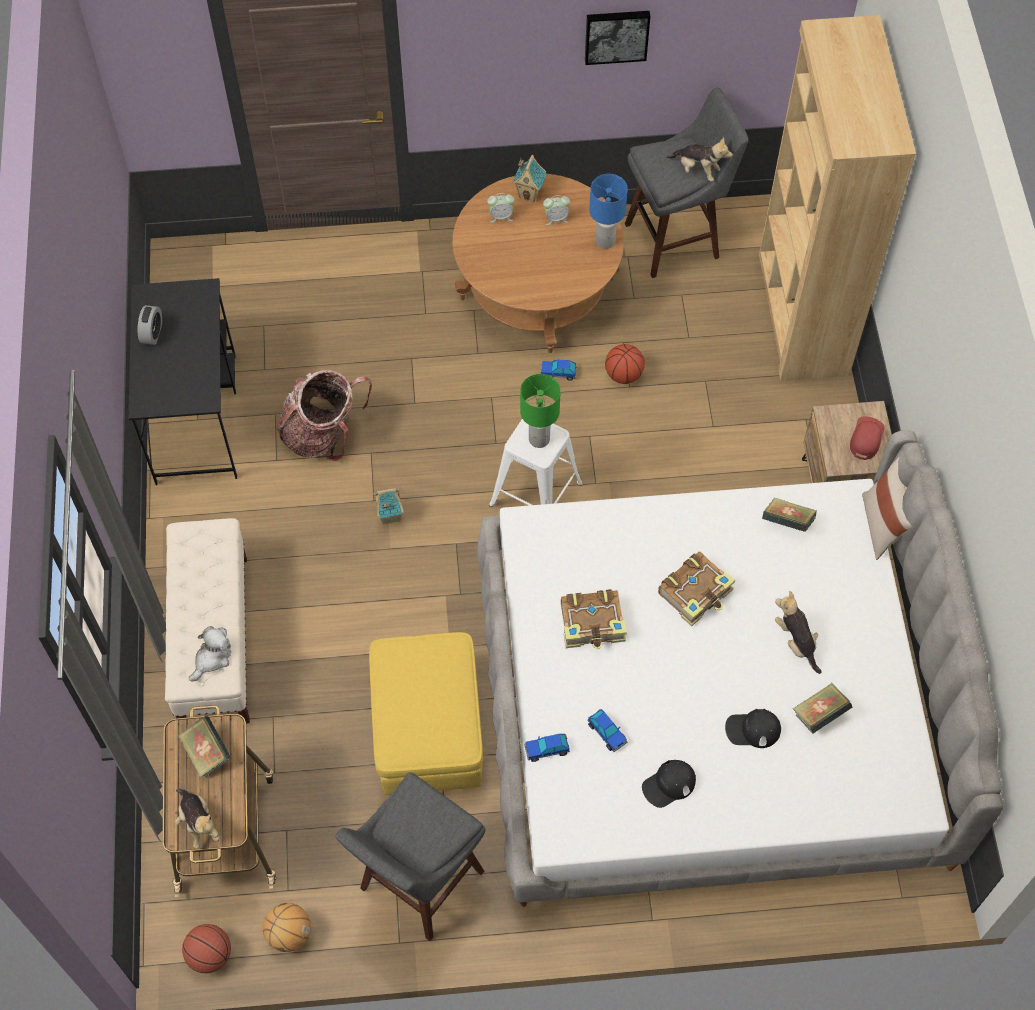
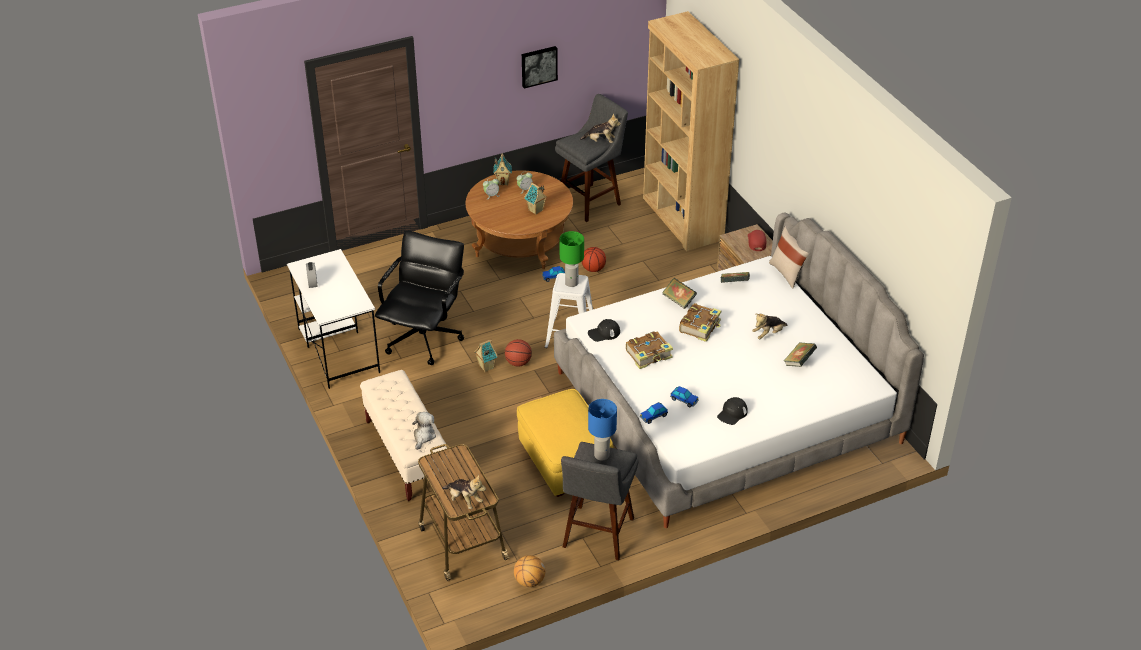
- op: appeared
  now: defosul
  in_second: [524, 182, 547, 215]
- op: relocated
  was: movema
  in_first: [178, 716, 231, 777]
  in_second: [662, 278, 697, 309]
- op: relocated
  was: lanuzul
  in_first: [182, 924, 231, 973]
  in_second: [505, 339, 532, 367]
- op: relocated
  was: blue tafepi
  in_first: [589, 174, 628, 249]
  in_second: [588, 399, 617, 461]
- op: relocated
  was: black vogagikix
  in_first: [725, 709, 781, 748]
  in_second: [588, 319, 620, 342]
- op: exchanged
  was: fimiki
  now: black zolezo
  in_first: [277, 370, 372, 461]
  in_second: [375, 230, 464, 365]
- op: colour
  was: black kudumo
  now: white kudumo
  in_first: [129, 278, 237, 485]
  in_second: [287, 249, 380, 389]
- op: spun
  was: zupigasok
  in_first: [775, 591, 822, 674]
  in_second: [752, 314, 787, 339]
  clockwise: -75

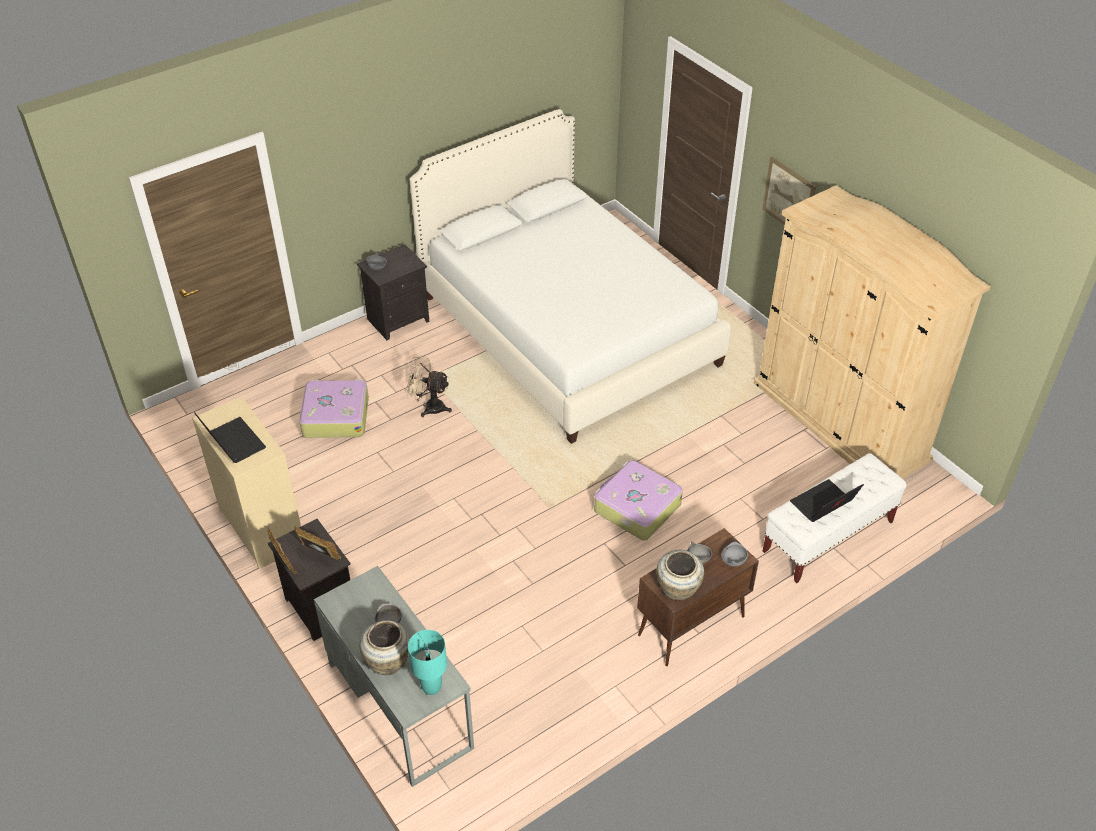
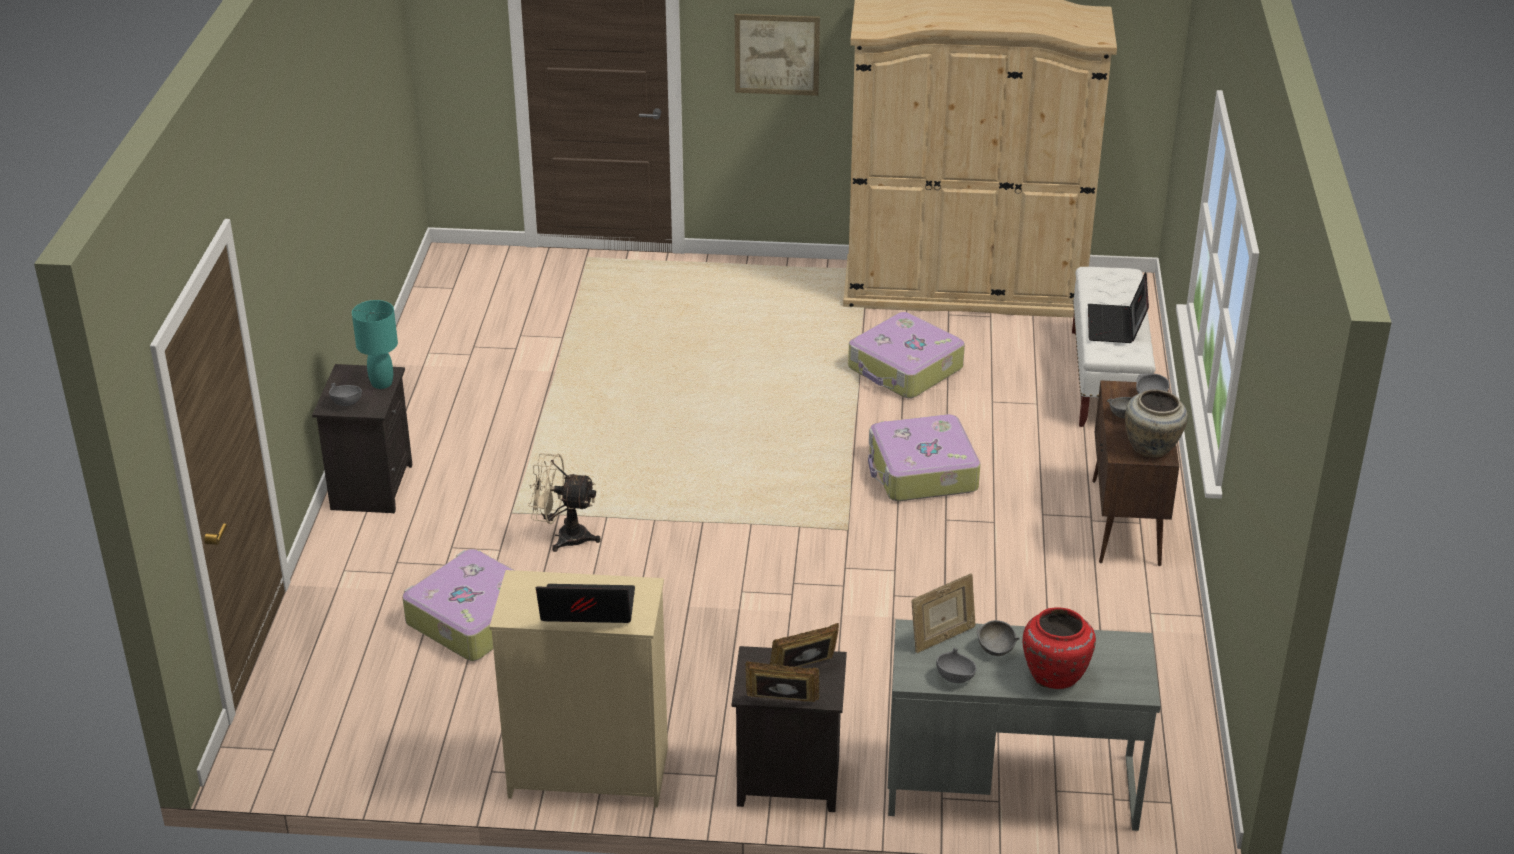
- op: missing
  was: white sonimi
  in_first: [410, 109, 731, 444]
- op: appeared
  now: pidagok
  in_second: [848, 312, 965, 398]
- op: appeared
  now: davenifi
  in_second: [911, 573, 976, 653]
- op: appeared
  now: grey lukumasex
  in_second: [936, 648, 977, 683]
- op: relocated
  was: turquoise tafepi
  in_first: [408, 630, 447, 695]
  in_second: [352, 300, 398, 389]
- op: colour
  was: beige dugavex
  now: red dugavex
  in_first: [360, 620, 410, 675]
  in_second: [1023, 607, 1096, 689]
- op: spun
  was: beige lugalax
  in_first: [405, 357, 452, 417]
  in_second: [528, 453, 601, 552]
  clockwise: 45

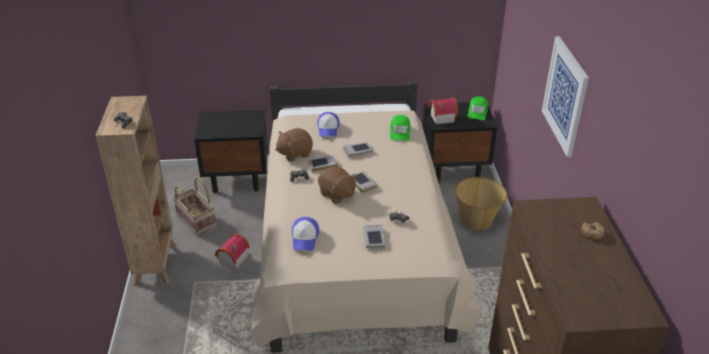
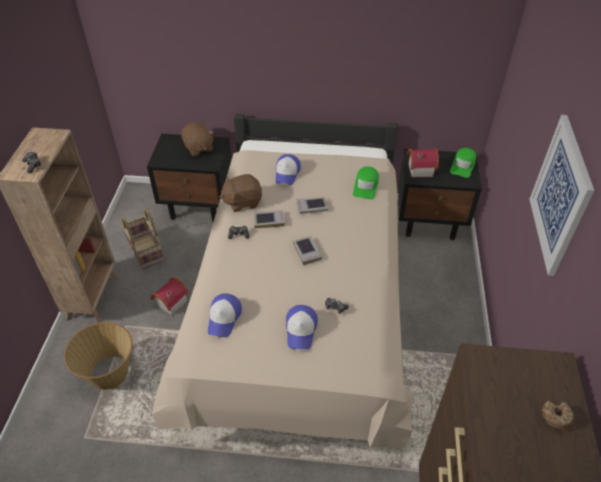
- op: relocated
  was: brown zupigasok
  in_first: [318, 166, 357, 204]
  in_second: [181, 122, 214, 156]
- op: relocated
  was: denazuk
  in_first: [455, 177, 507, 230]
  in_second: [64, 322, 133, 390]
- op: exchanged
  was: movema
  now: vogagikix
  in_first: [363, 224, 385, 249]
  in_second: [286, 305, 318, 350]

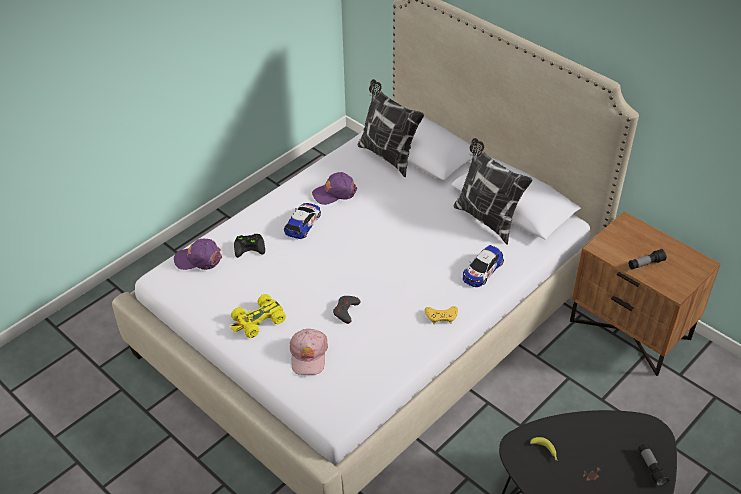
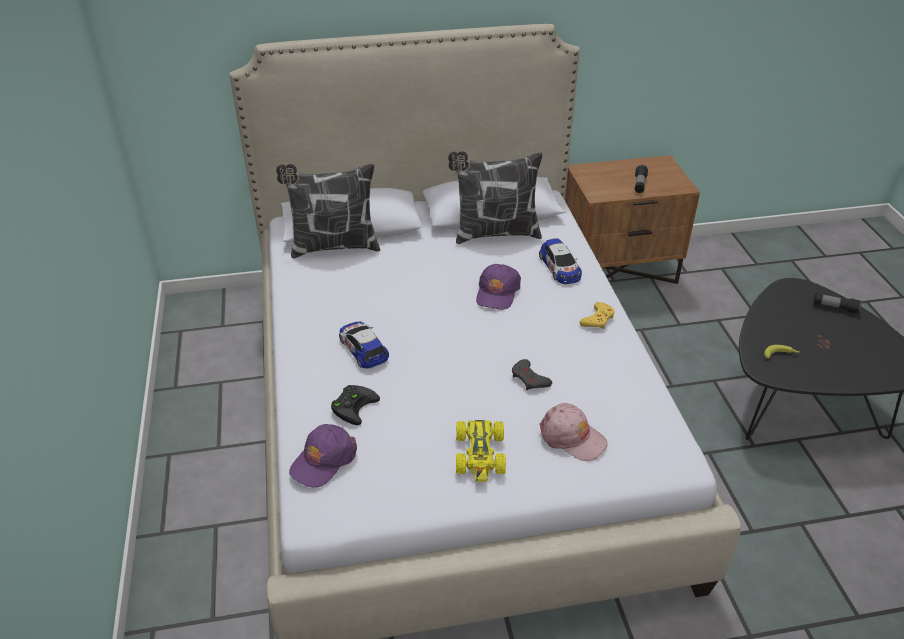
- op: relocated
  was: purple vogagikix
  in_first: [312, 172, 357, 205]
  in_second: [476, 264, 521, 310]

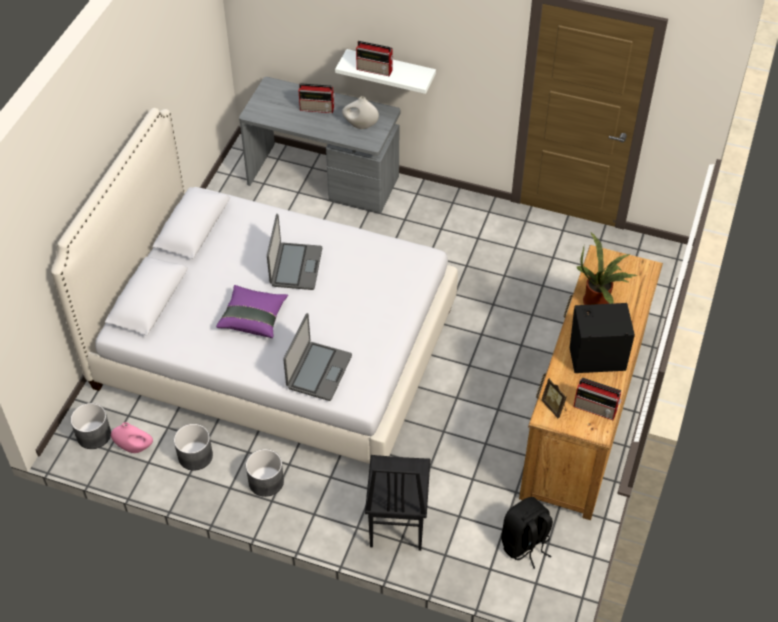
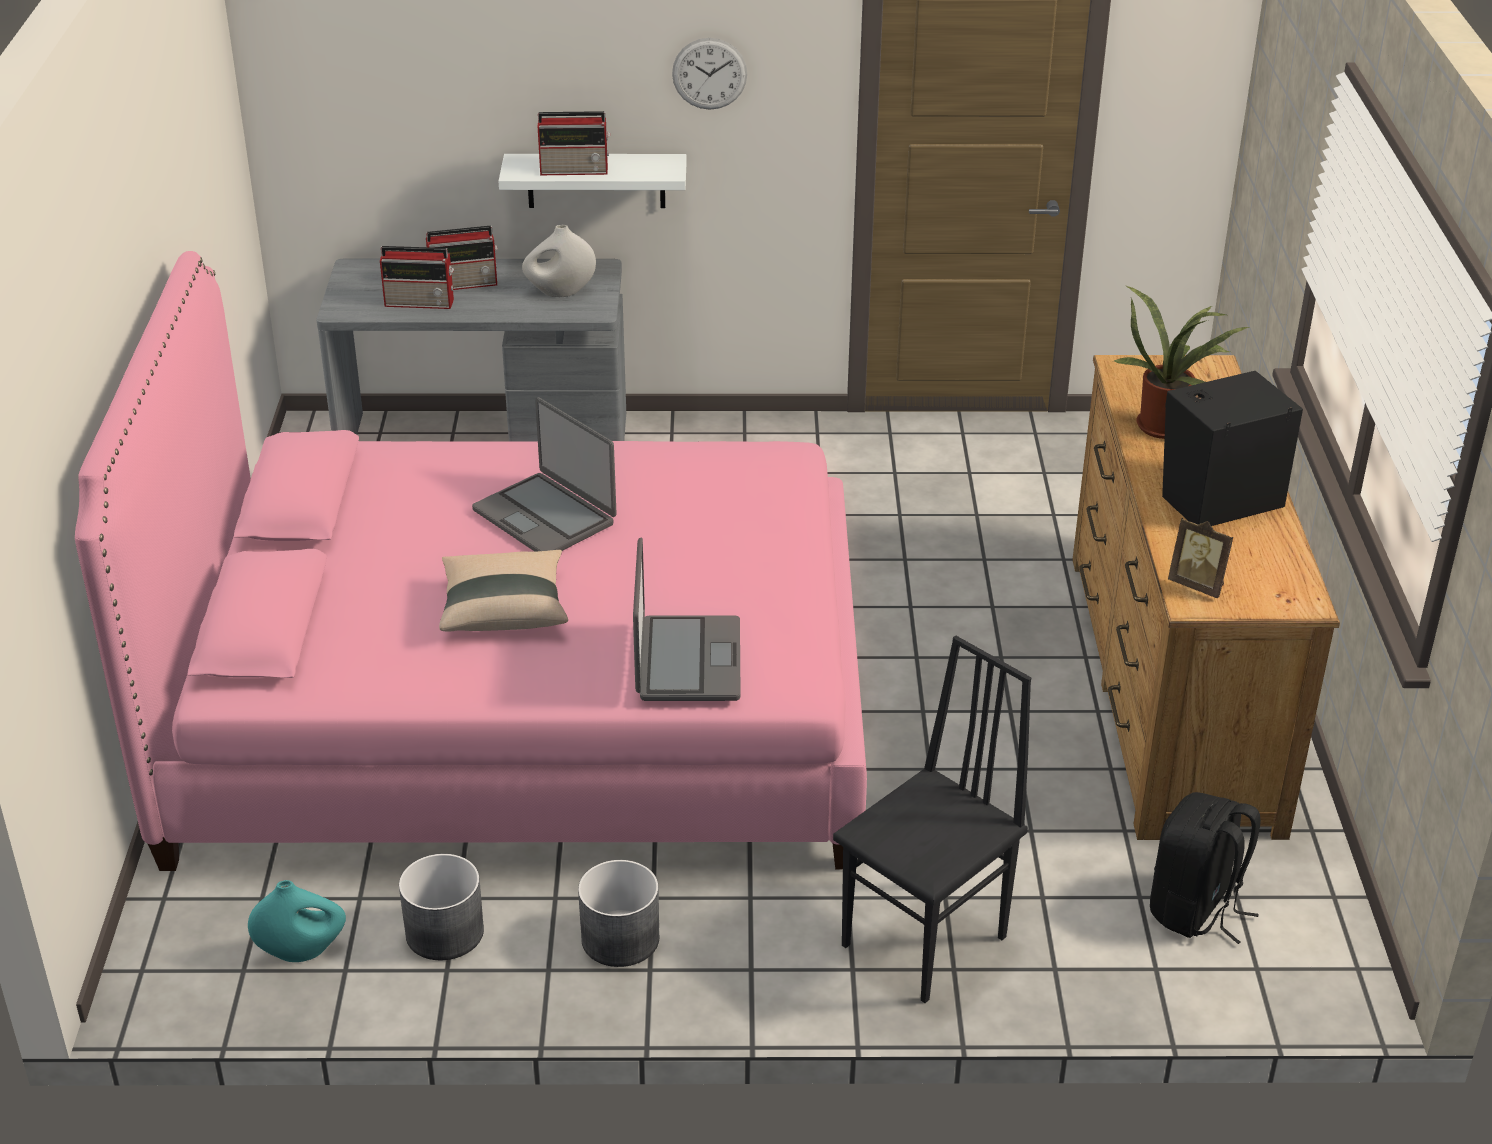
- op: missing
  was: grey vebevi
  in_first: [71, 403, 111, 449]
- op: appeared
  now: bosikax
  in_second: [672, 38, 747, 110]
- op: relocated
  was: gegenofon
  in_first: [573, 378, 622, 420]
  in_second: [380, 246, 454, 309]
- op: colour
  was: white sonimi
  now: pink sonimi
  in_first: [51, 108, 458, 464]
  in_second: [75, 251, 867, 871]
- op: colour
  was: pink dugavex
  now: turquoise dugavex
  in_first: [111, 422, 153, 453]
  in_second: [248, 880, 346, 962]
- op: colour
  was: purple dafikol
  now: beige dafikol
  in_first: [216, 285, 288, 338]
  in_second: [439, 550, 568, 631]
- op: spun
  was: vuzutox
  in_first: [267, 214, 322, 290]
  in_second: [472, 397, 617, 552]
  clockwise: 150
- op: spun
  was: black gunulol
  in_first: [365, 455, 430, 551]
  in_second: [833, 636, 1031, 1003]
  clockwise: -120

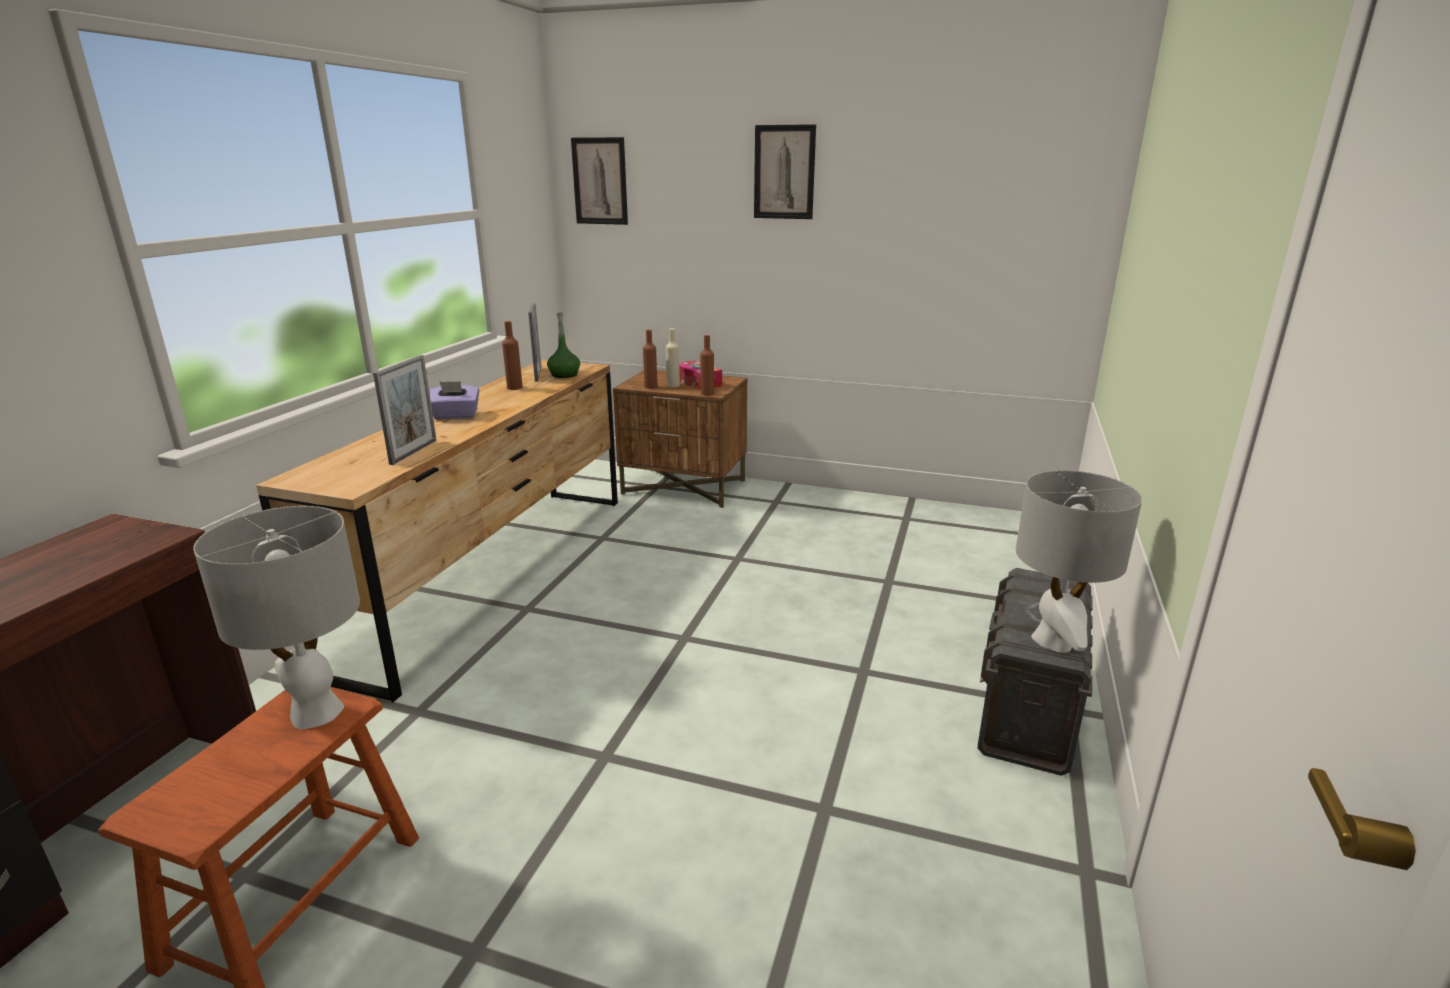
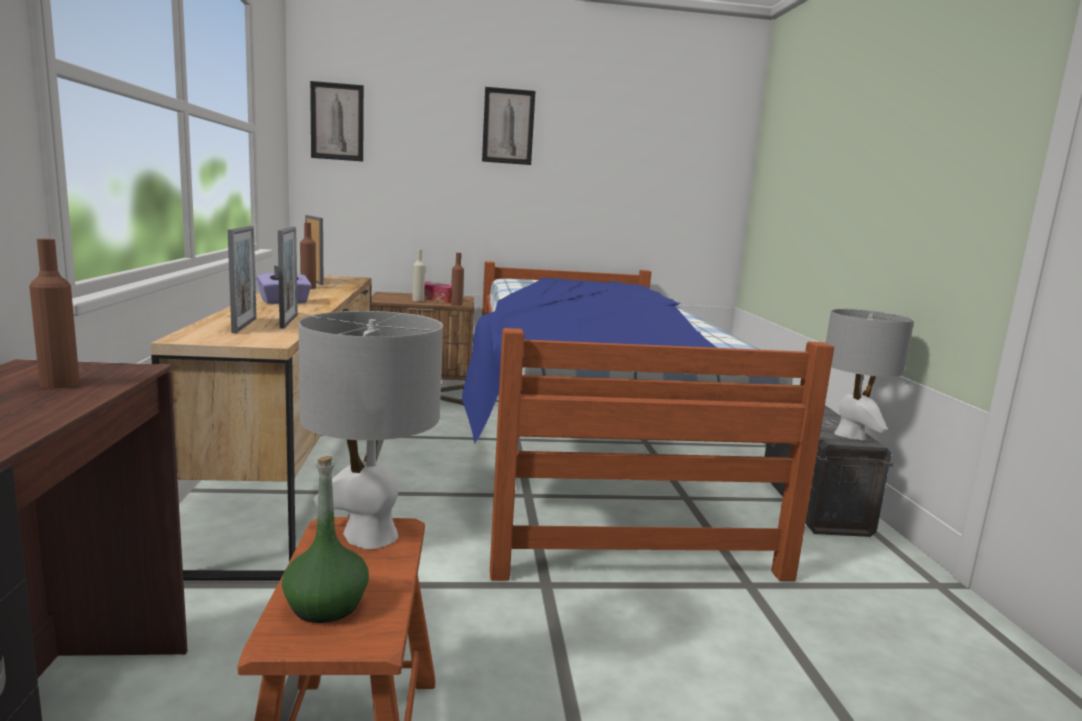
- op: appeared
  now: davenifi
  in_second: [228, 226, 257, 333]
- op: appeared
  now: sonimi
  in_second: [462, 261, 834, 581]
- op: relocated
  was: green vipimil
  in_first: [547, 312, 580, 378]
  in_second: [282, 456, 369, 623]
- op: relocated
  was: brown vipimil
  in_first: [643, 330, 657, 389]
  in_second: [29, 239, 80, 388]

